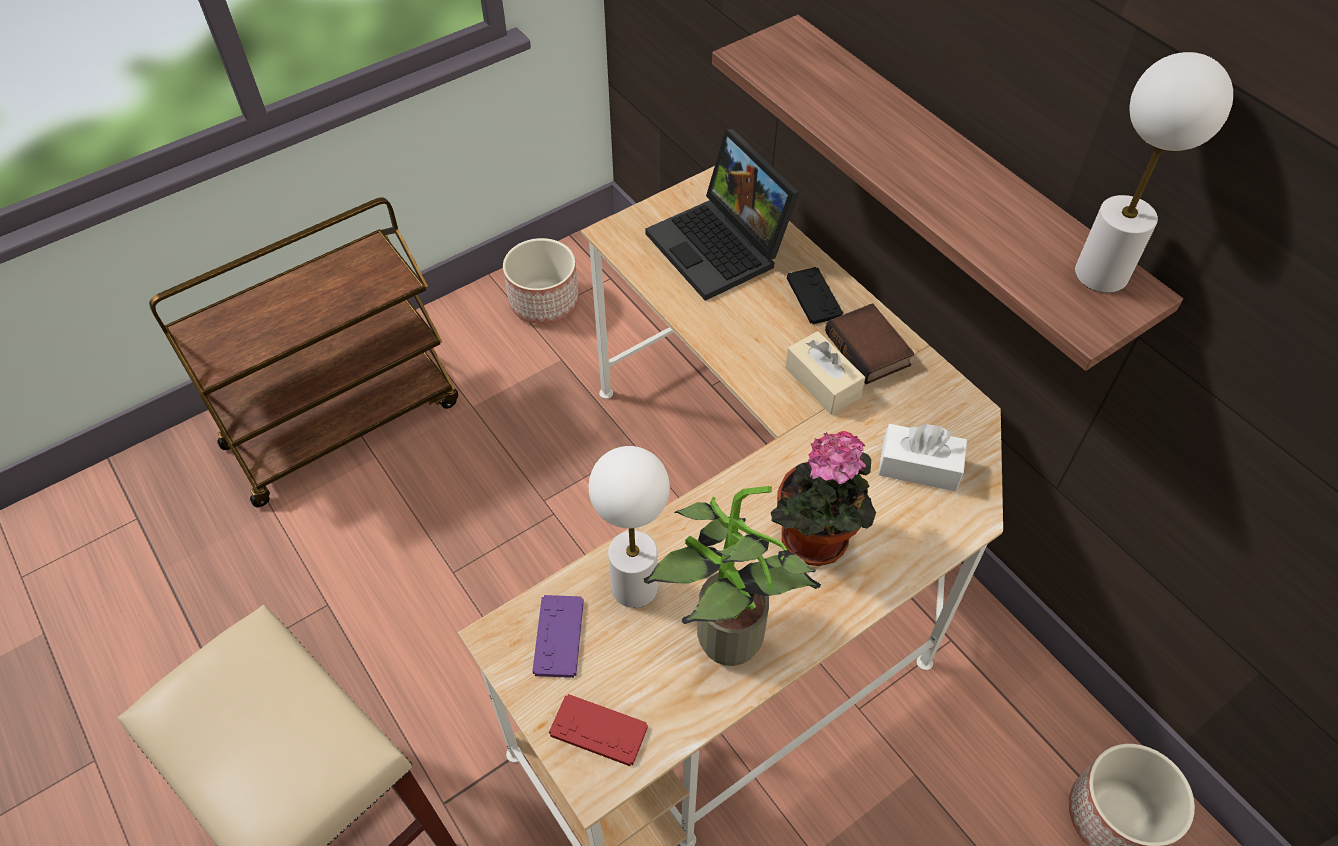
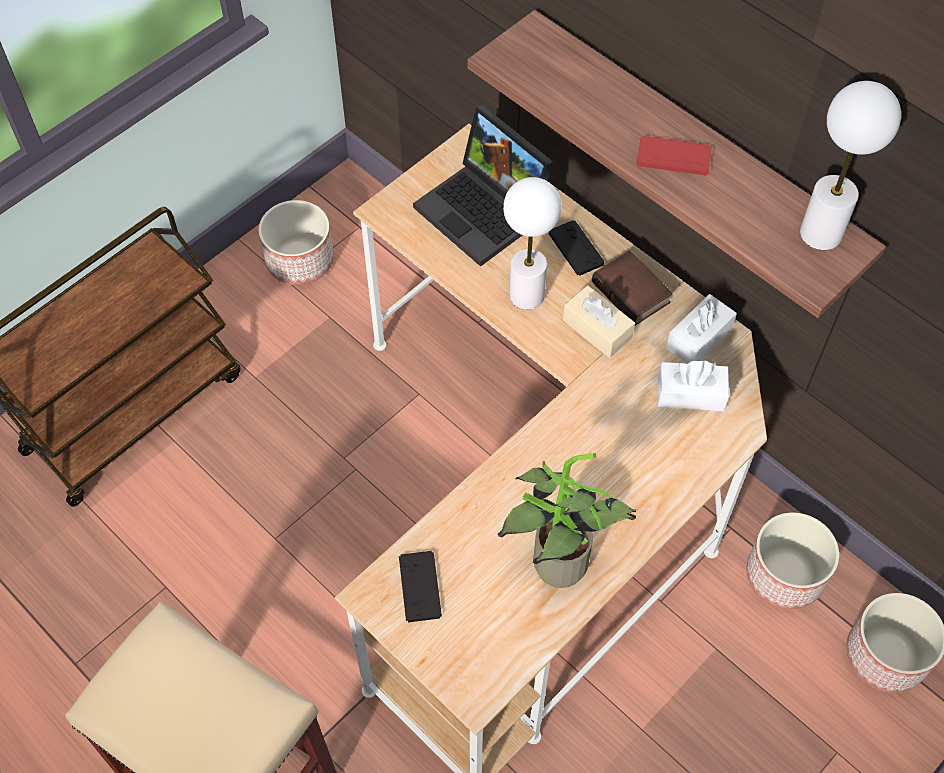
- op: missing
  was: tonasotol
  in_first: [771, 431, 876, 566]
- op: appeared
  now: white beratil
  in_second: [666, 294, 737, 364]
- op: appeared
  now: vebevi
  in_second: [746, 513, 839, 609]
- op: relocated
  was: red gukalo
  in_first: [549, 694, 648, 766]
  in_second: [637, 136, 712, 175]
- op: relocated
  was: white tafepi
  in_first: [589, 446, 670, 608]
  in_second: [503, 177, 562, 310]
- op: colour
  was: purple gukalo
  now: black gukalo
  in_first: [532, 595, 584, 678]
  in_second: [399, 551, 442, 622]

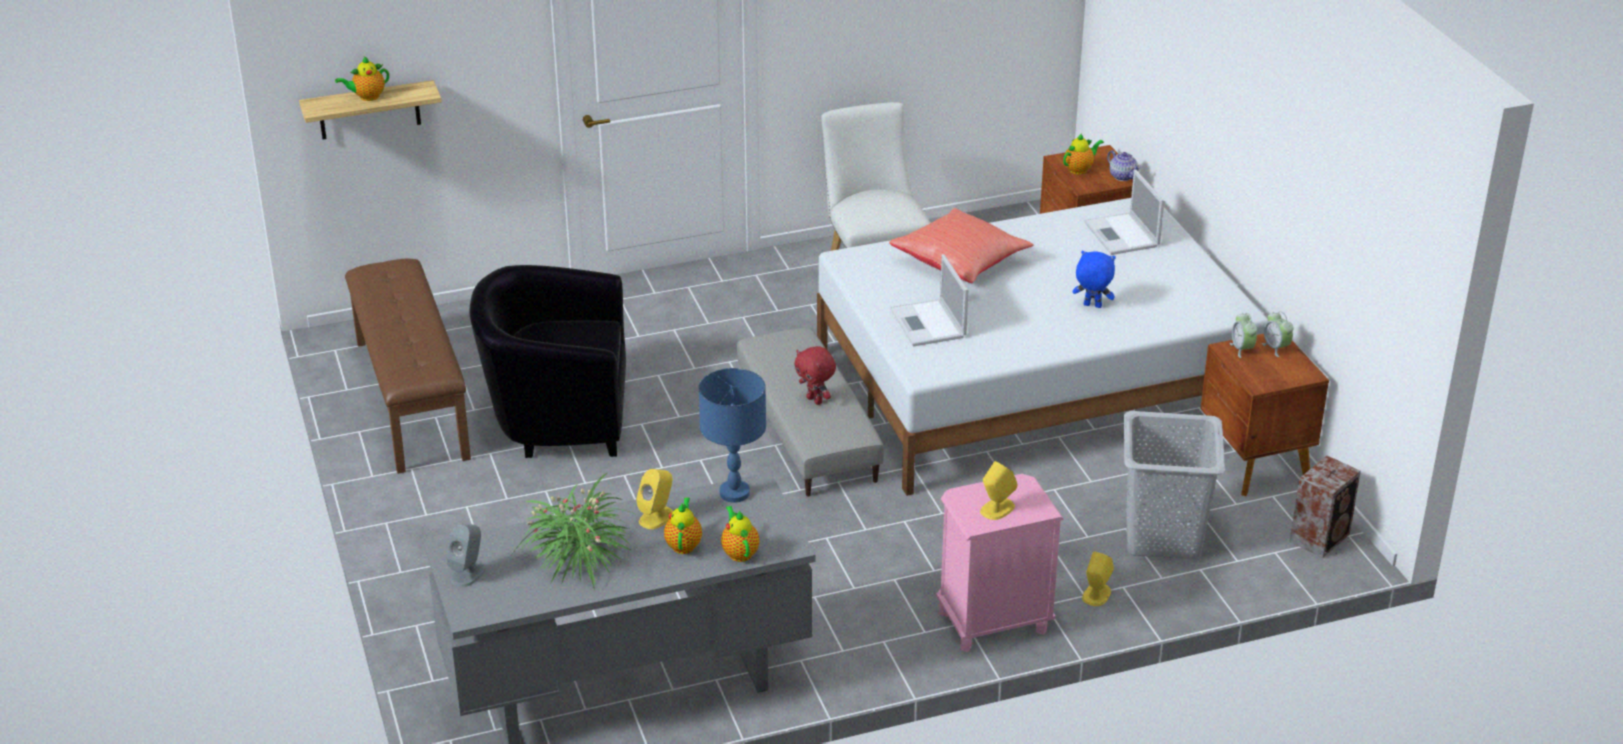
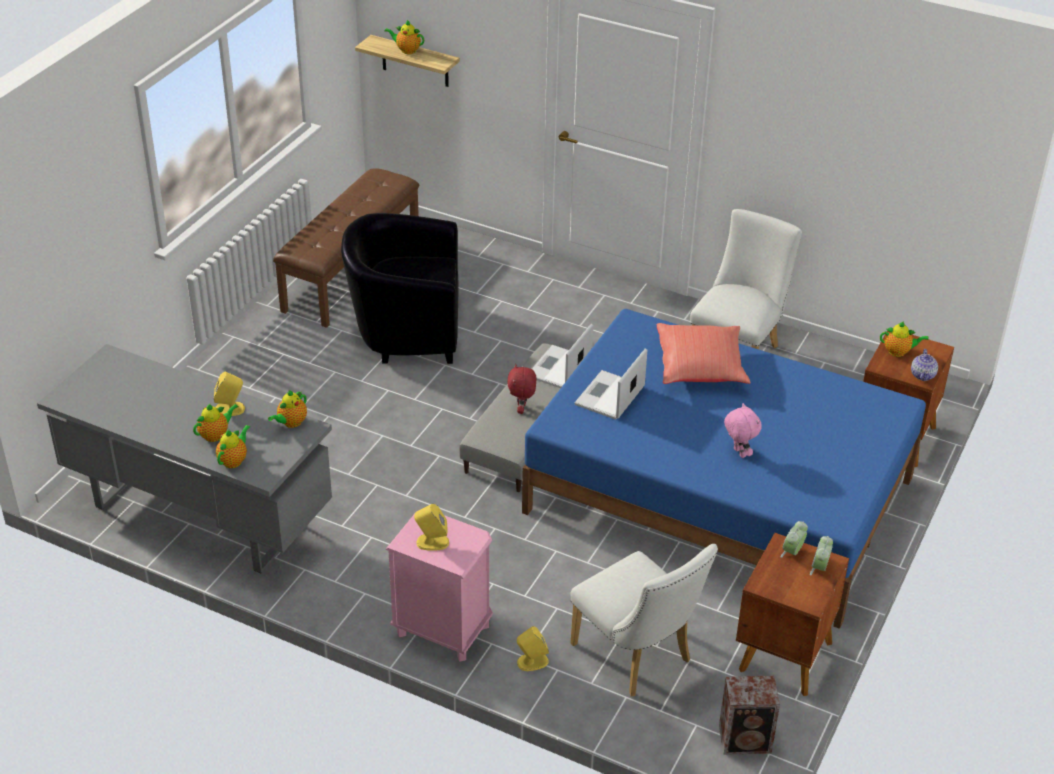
- op: missing
  was: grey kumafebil
  in_first: [446, 524, 486, 587]
- op: missing
  was: tonasotol
  in_first: [512, 473, 639, 591]
- op: relocated
  was: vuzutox
  in_first: [1084, 169, 1164, 255]
  in_second: [532, 324, 593, 388]
- op: exchanged
  was: blue tafepi
  now: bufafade
  in_first: [699, 368, 766, 503]
  in_second: [268, 390, 307, 428]
- op: exchanged
  was: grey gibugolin
  now: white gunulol
  in_first: [1124, 411, 1225, 559]
  in_second: [570, 544, 718, 697]
- op: colour
  was: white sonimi
  now: blue sonimi
  in_first: [817, 198, 1269, 496]
  in_second: [522, 309, 926, 629]
- op: colour
  was: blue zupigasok
  now: pink zupigasok
  in_first: [1073, 251, 1116, 308]
  in_second: [724, 403, 762, 458]
- op: spun
  was: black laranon
  in_first: [469, 265, 626, 458]
  in_second: [341, 213, 459, 364]
  clockwise: -45

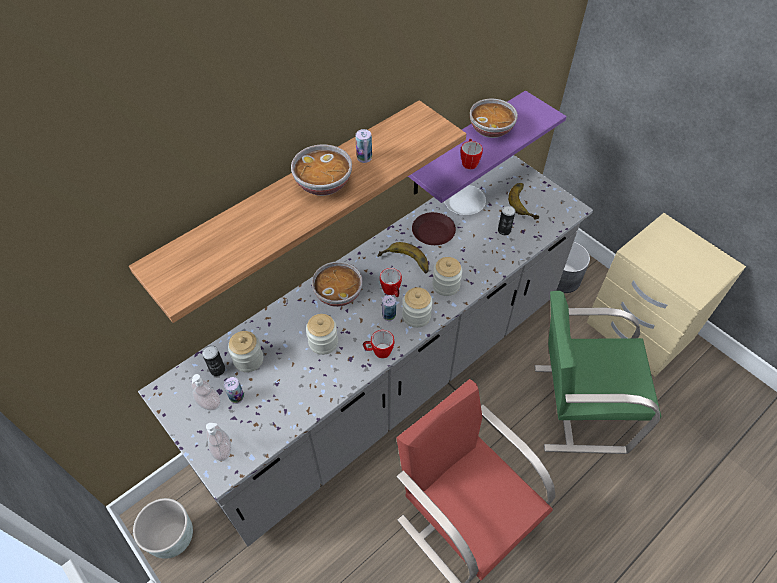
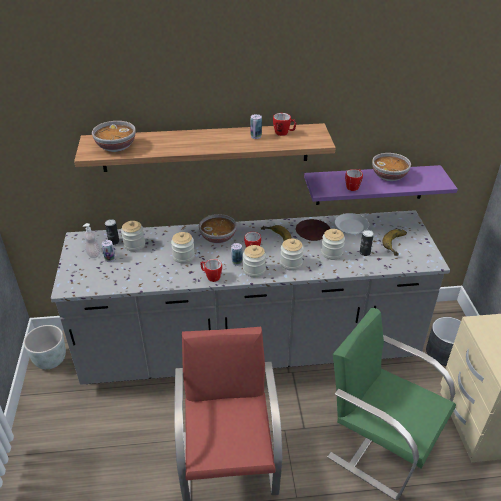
- op: missing
  was: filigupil
  in_first: [206, 423, 231, 461]
- op: appeared
  now: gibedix
  in_second: [273, 113, 296, 136]
- op: appeared
  now: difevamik
  in_second: [321, 229, 345, 260]
- op: relocated
  was: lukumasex
  in_first: [291, 144, 352, 196]
  in_second: [92, 121, 136, 152]

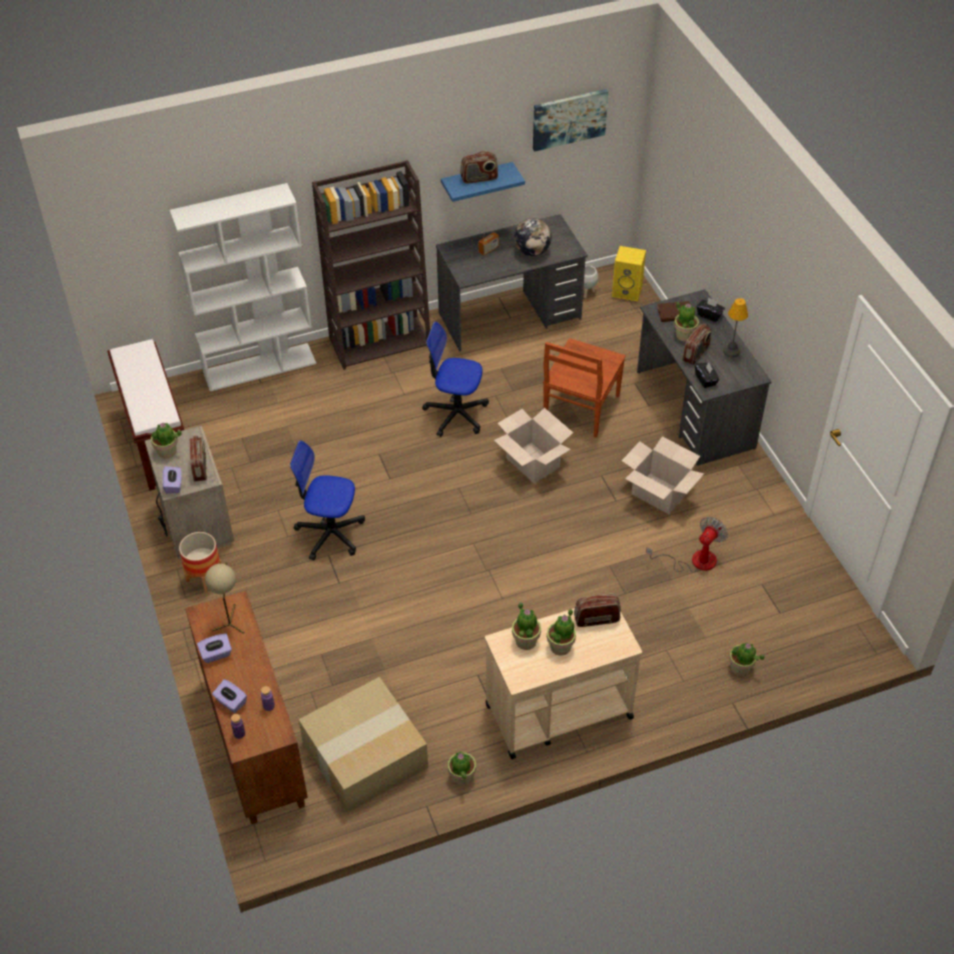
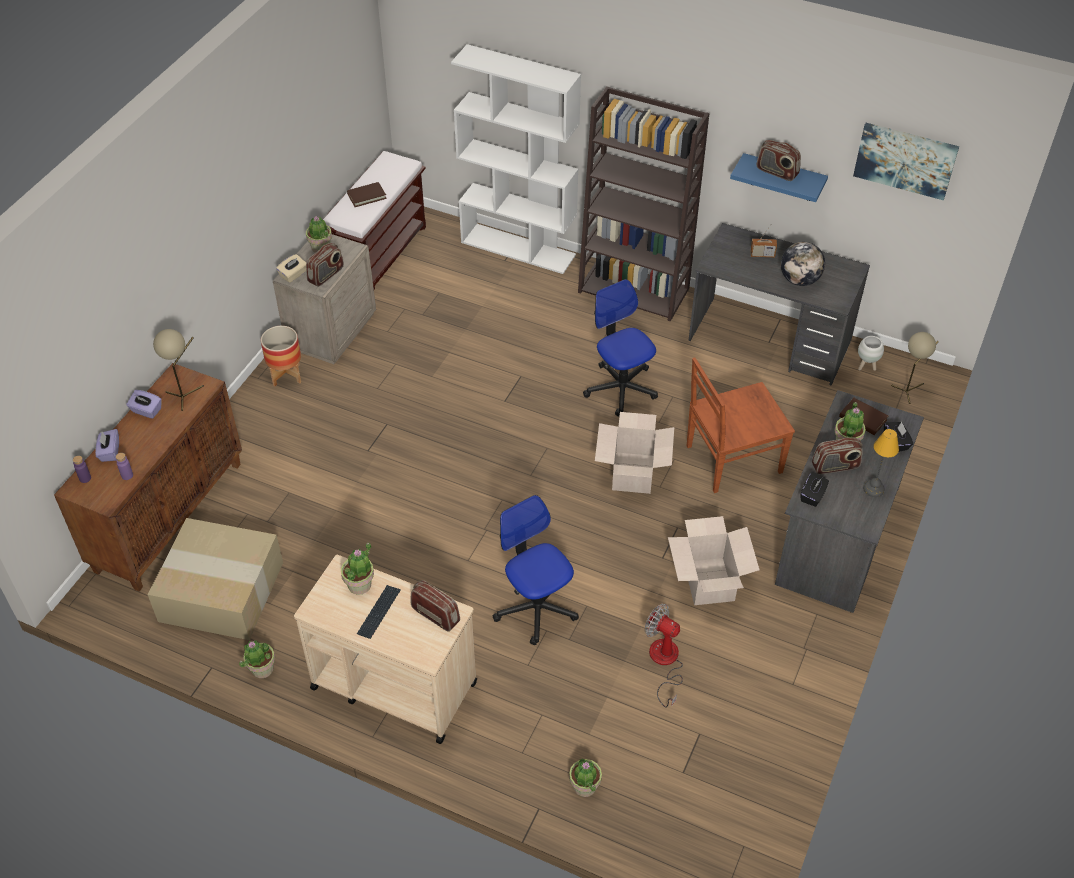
- op: appeared
  now: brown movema
  in_second: [347, 182, 387, 207]
- op: relocated
  was: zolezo
  in_first: [290, 441, 365, 561]
  in_second: [493, 495, 579, 645]
- op: exchanged
  was: tonasotol
  now: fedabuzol
  in_first: [547, 609, 576, 656]
  in_second: [357, 585, 401, 639]
- op: exchanged
  was: yellow kumafebil
  now: beige tafepi
  in_first: [612, 246, 646, 301]
  in_second: [891, 332, 938, 404]
- op: colour
  was: purple beratil
  now: beige beratil
  in_first: [162, 466, 182, 494]
  in_second: [276, 254, 306, 283]
- op: spun
  was: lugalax
  in_first: [646, 517, 728, 573]
  in_second: [645, 604, 683, 708]
  clockwise: -135

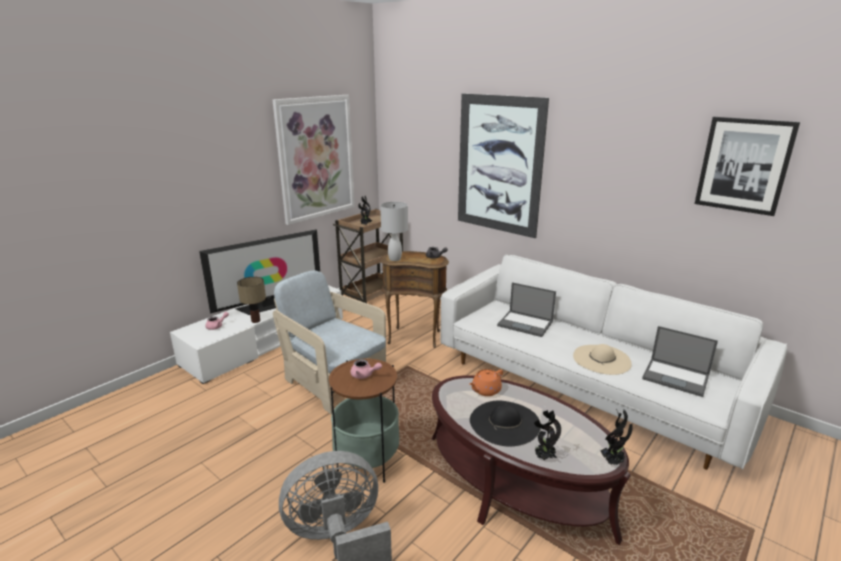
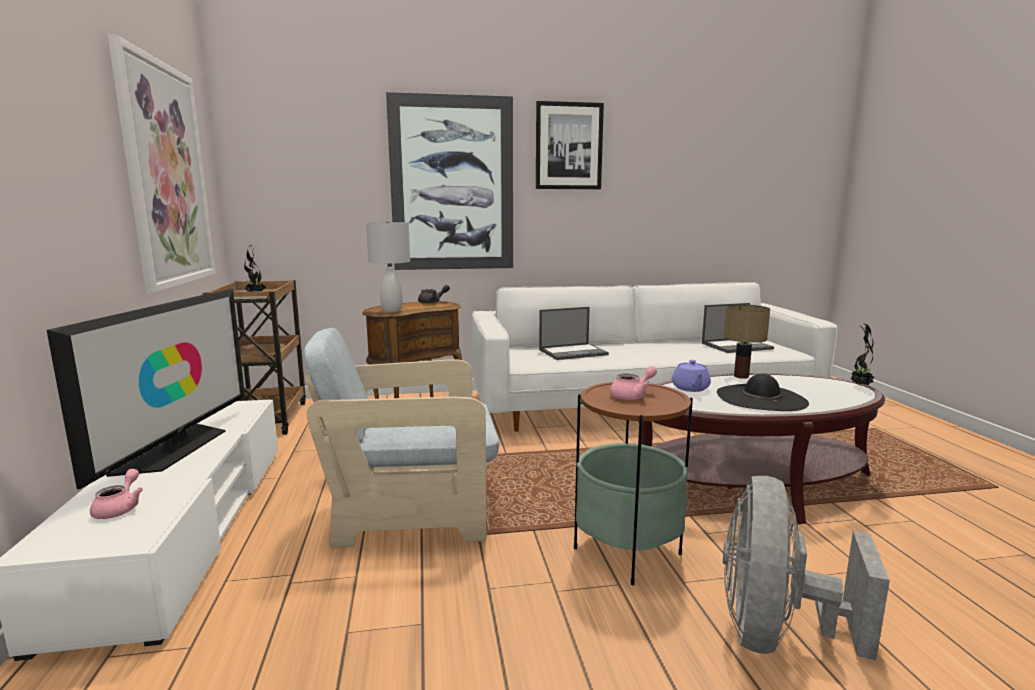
- op: missing
  was: tonasotol
  in_first: [534, 410, 561, 460]
- op: missing
  was: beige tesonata
  in_first: [573, 344, 632, 375]
- op: relocated
  was: tafepi
  in_first: [237, 277, 266, 323]
  in_second: [723, 304, 770, 379]
- op: relocated
  was: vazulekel
  in_first: [695, 117, 800, 216]
  in_second: [536, 101, 604, 189]
- op: colour
  was: orange bufafade
  now: purple bufafade
  in_first: [469, 369, 503, 396]
  in_second: [672, 360, 711, 392]

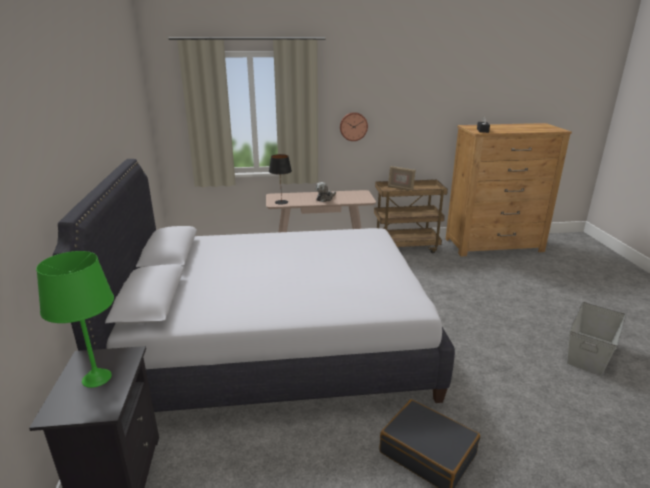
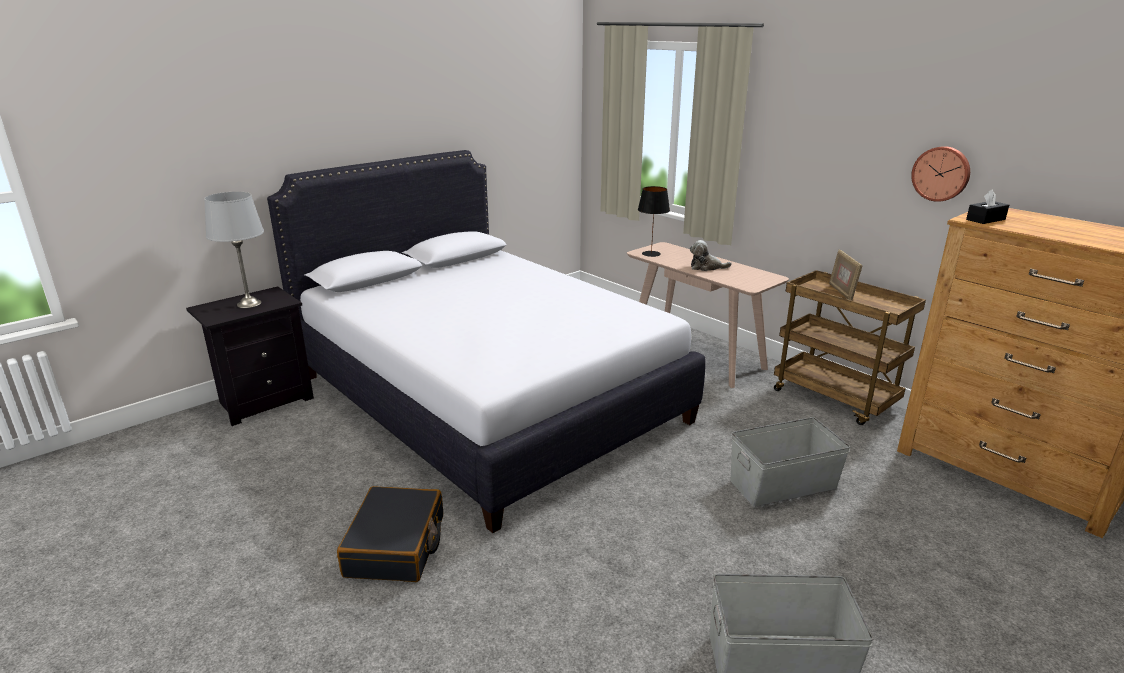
- op: appeared
  now: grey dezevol
  in_second: [730, 417, 850, 507]
- op: relocated
  was: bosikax
  in_first: [340, 112, 368, 141]
  in_second: [911, 146, 970, 202]
- op: colour
  was: green tafepi
  now: grey tafepi
  in_first: [36, 251, 114, 388]
  in_second: [204, 192, 264, 308]

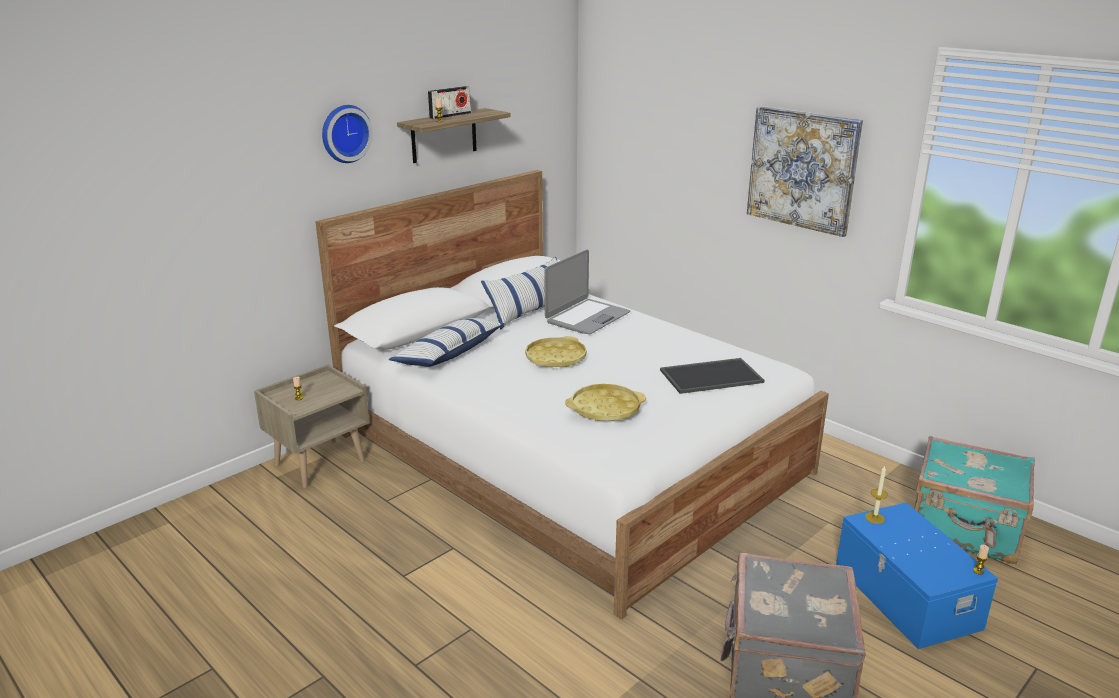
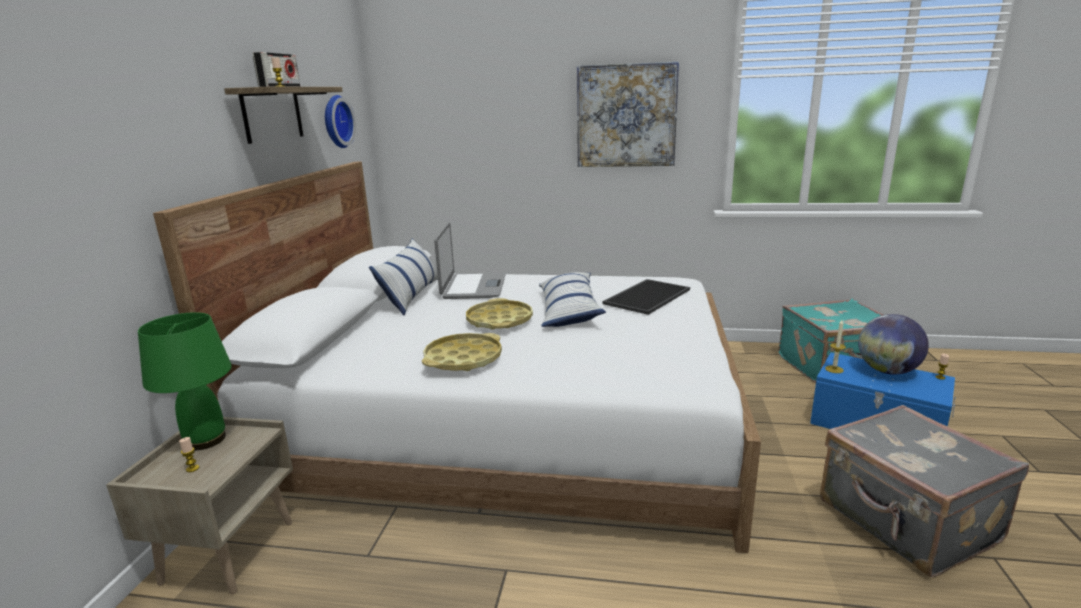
- op: appeared
  now: green tafepi
  in_second: [138, 312, 232, 450]
- op: appeared
  now: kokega
  in_second: [858, 314, 929, 374]
- op: relocated
  was: bosikax
  in_first: [322, 105, 373, 163]
  in_second: [325, 95, 356, 148]
- op: relocated
  was: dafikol
  in_first: [389, 318, 504, 367]
  in_second: [539, 272, 606, 327]
- op: relocated
  was: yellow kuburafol
  in_first: [565, 384, 646, 421]
  in_second: [422, 333, 502, 371]

